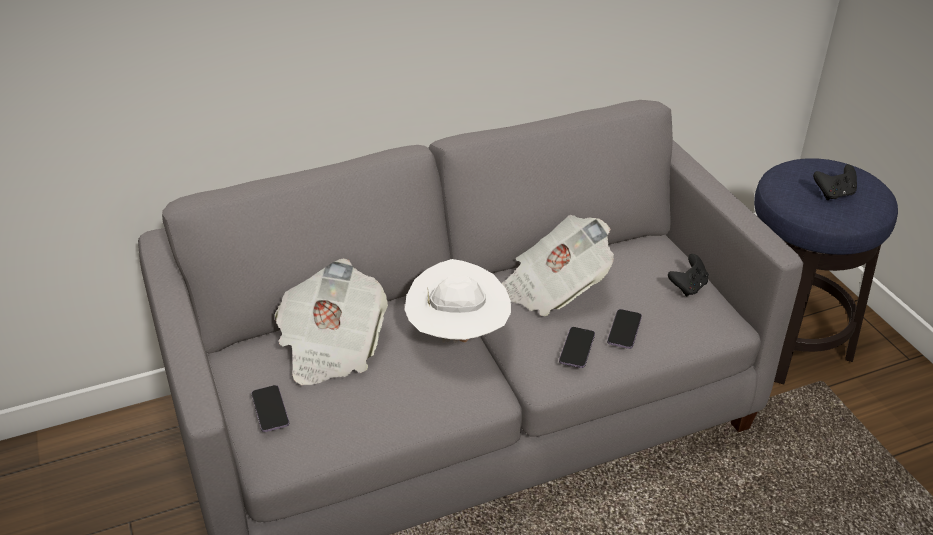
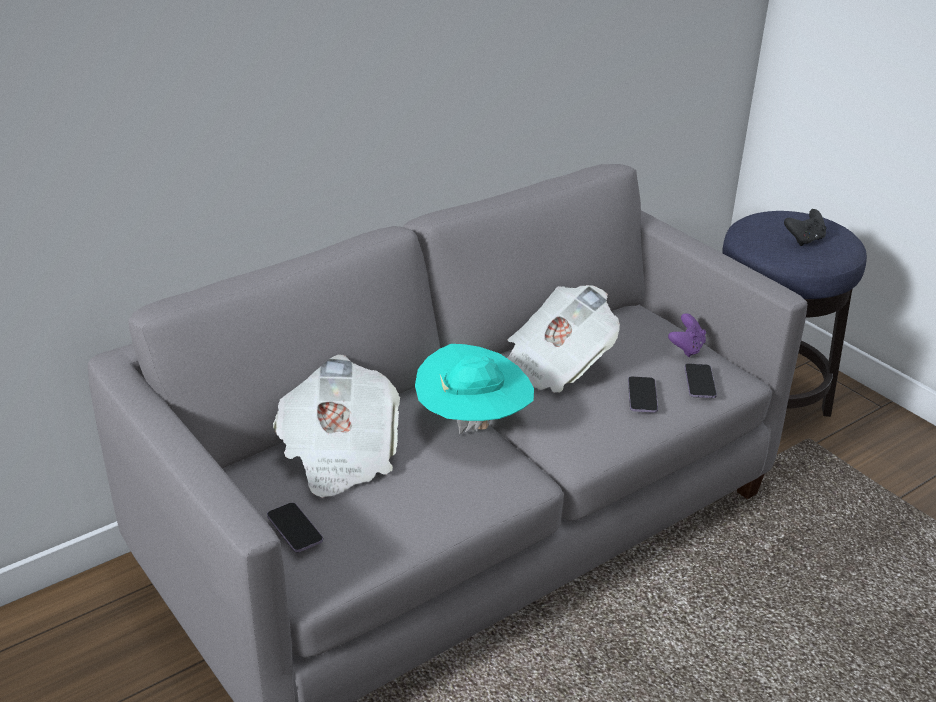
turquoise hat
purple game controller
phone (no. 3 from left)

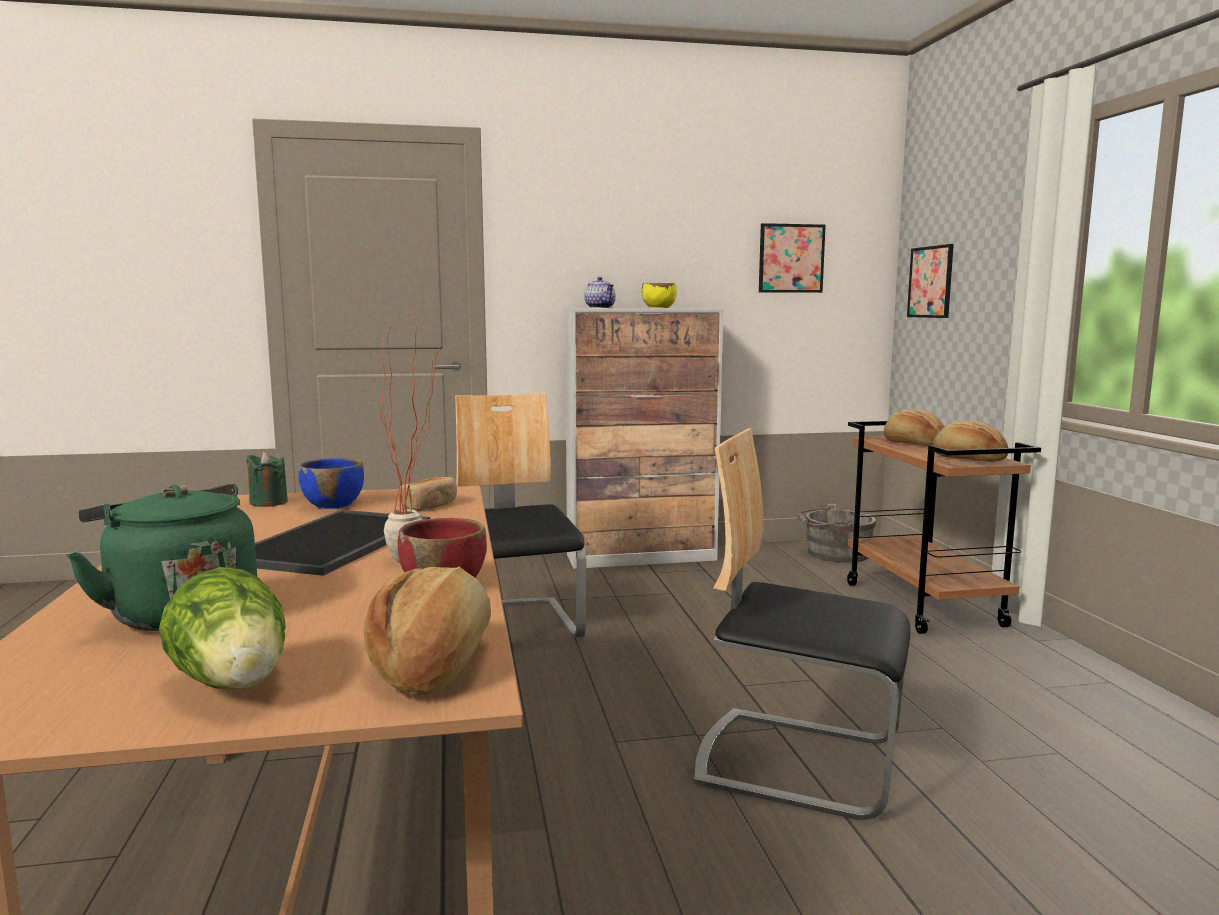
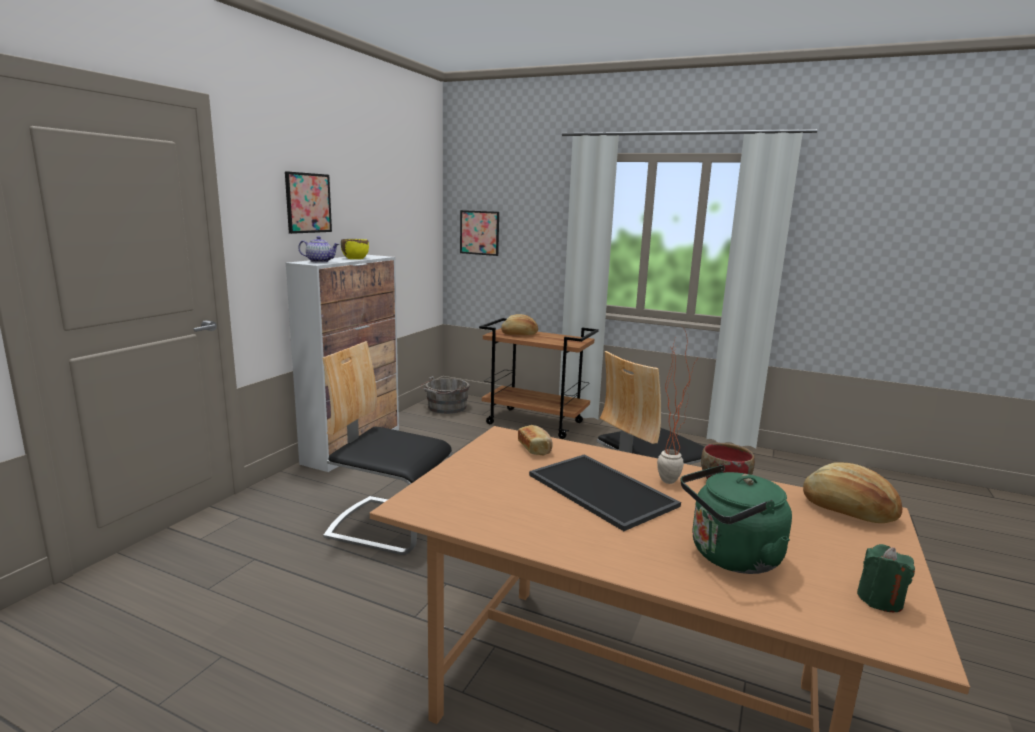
wall picture (no. 1 from left)
greenish wax candle
lettuce head
blue-coloured serving bowl
baked bread (no. 4 from left in the first image)

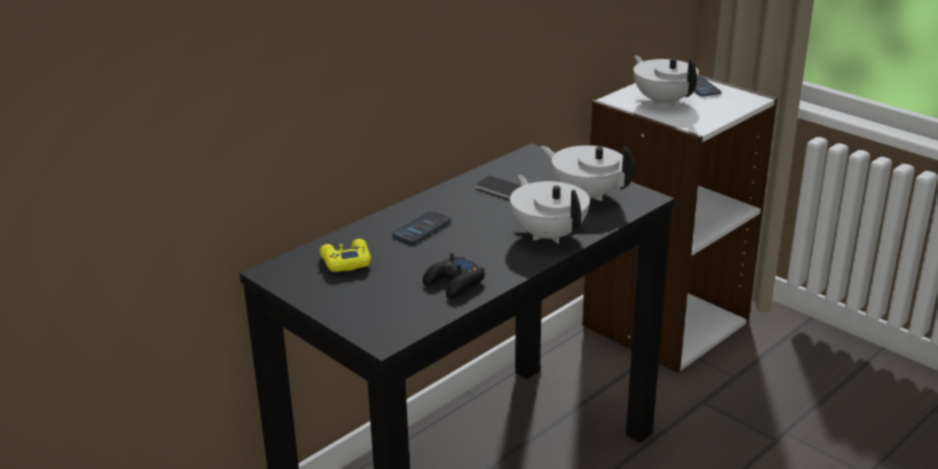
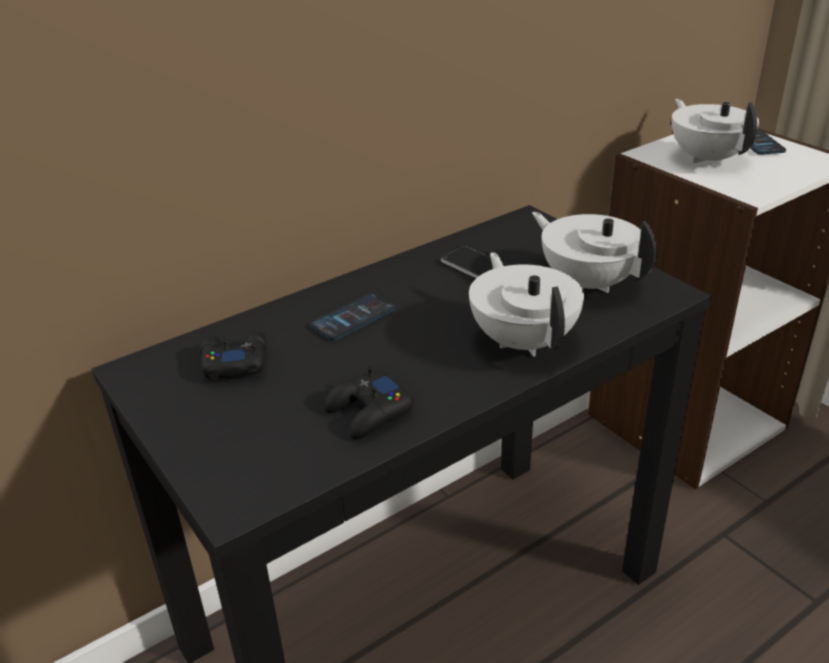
black-coloured game controller (no. 1 from left)

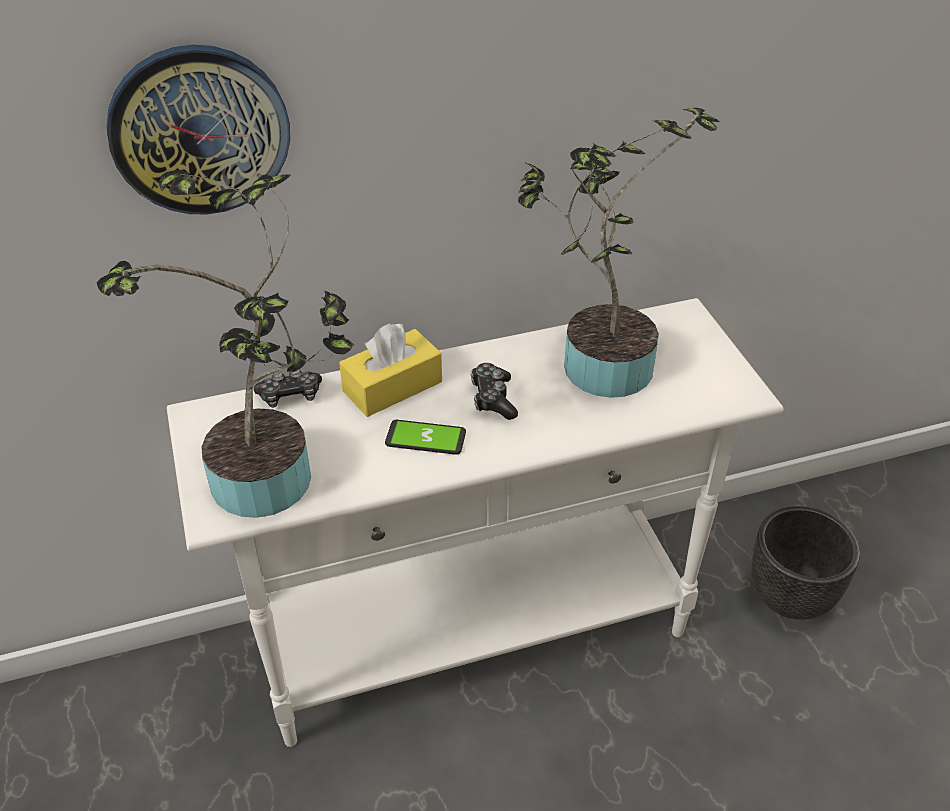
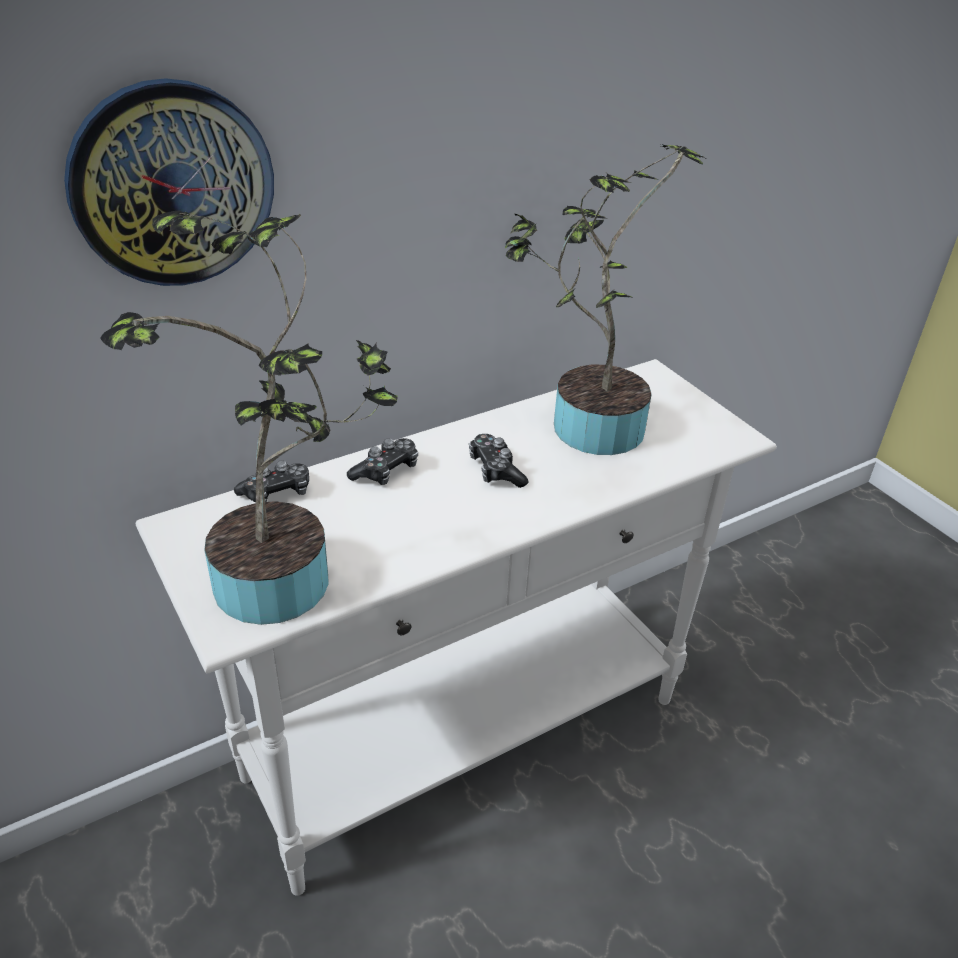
game controller (no. 2 from left)
phone
black-coloured planter

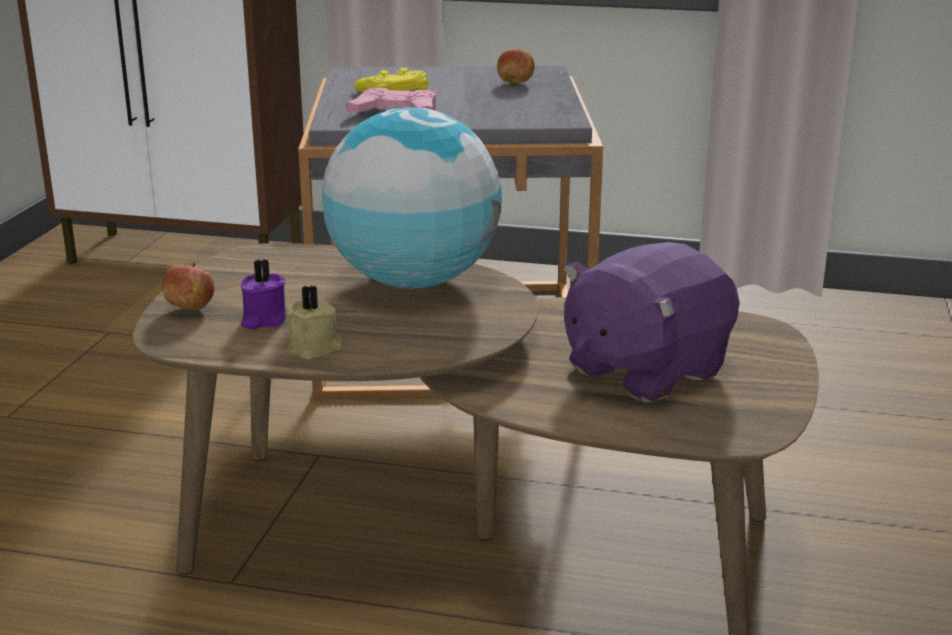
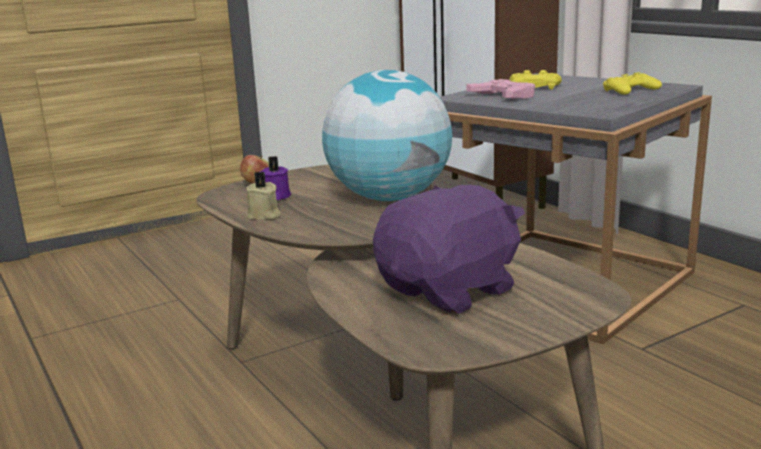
purple soft toy
yellow-coloured game controller (no. 2 from left)

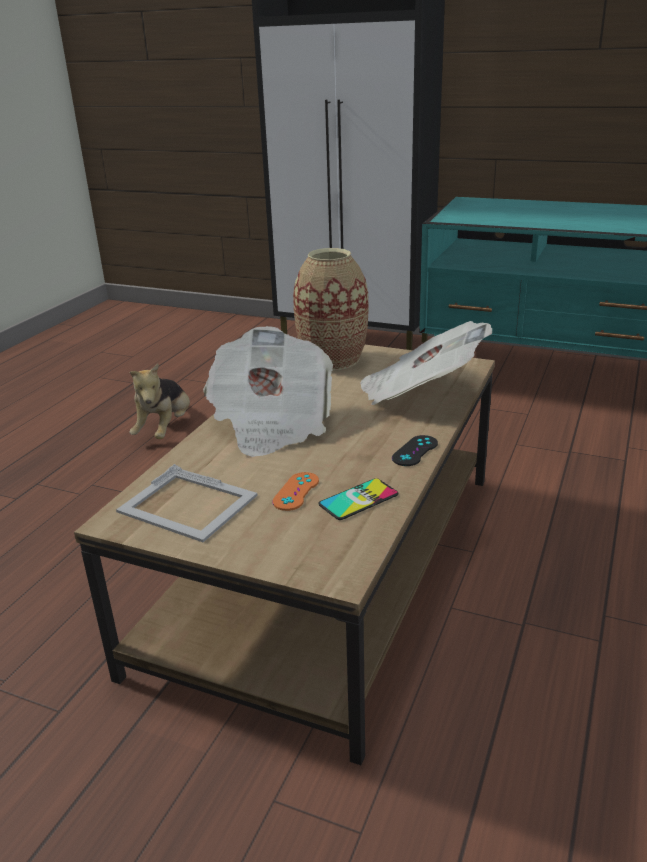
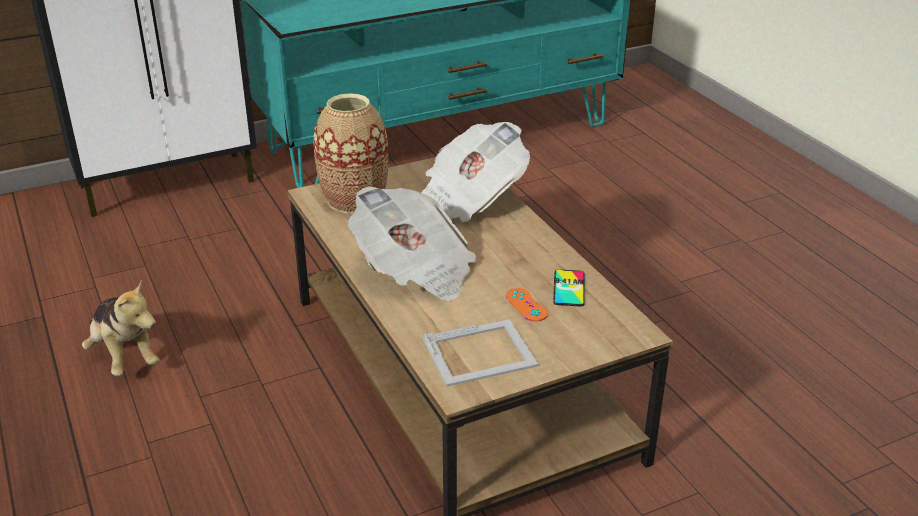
black-coloured game controller

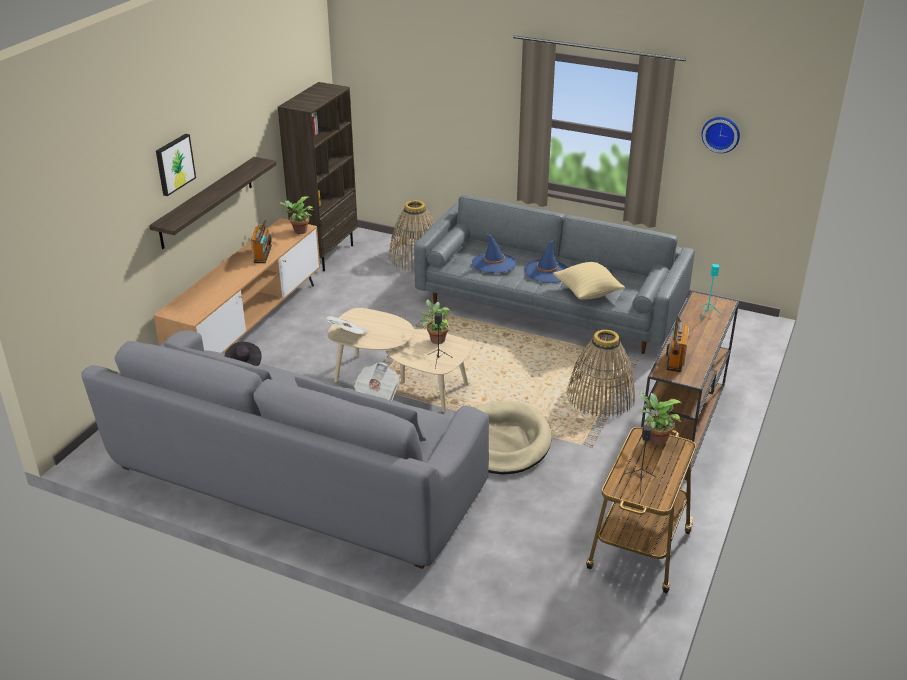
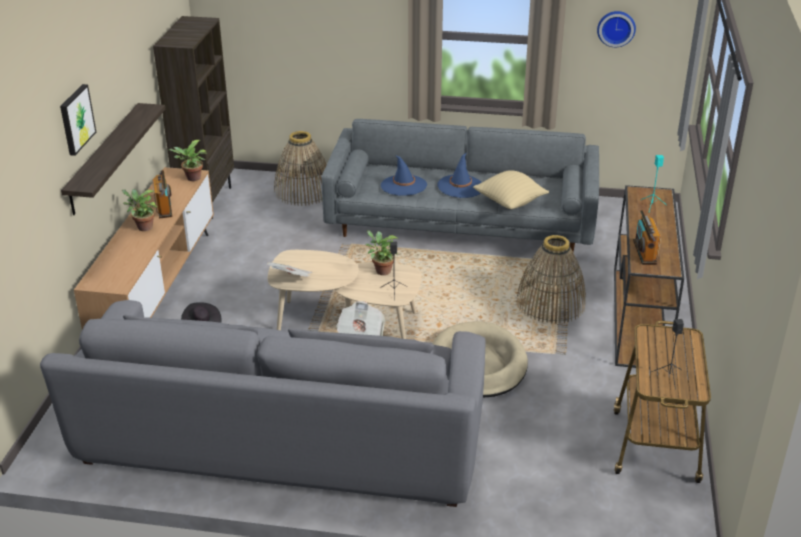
houseplant (no. 1 from left)

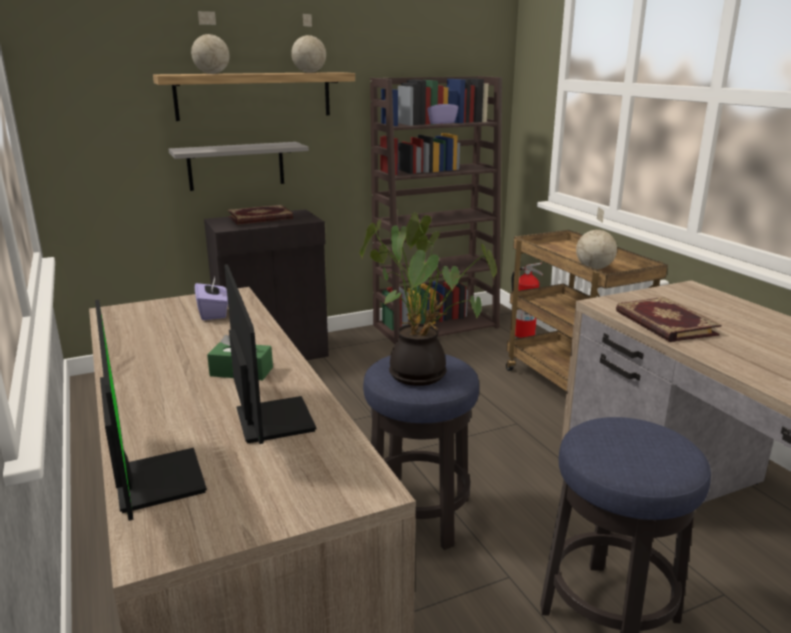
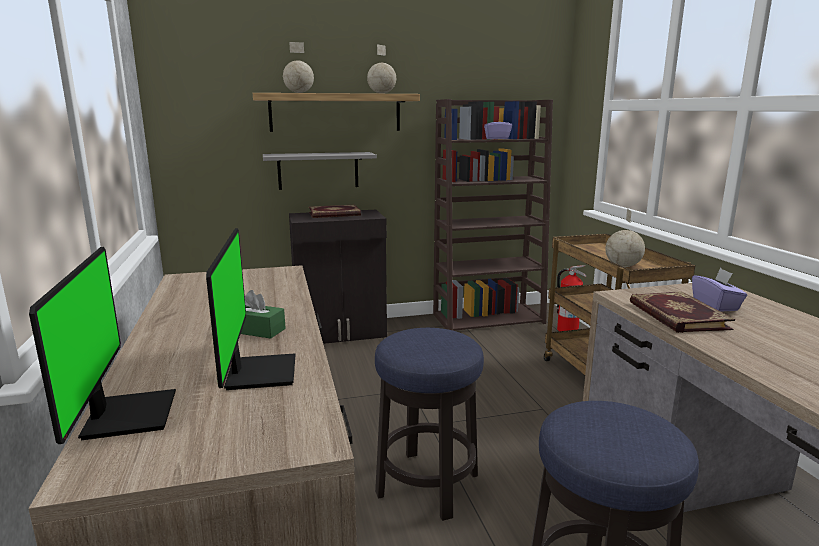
purple tissue box (no. 2 from left)
houseplant

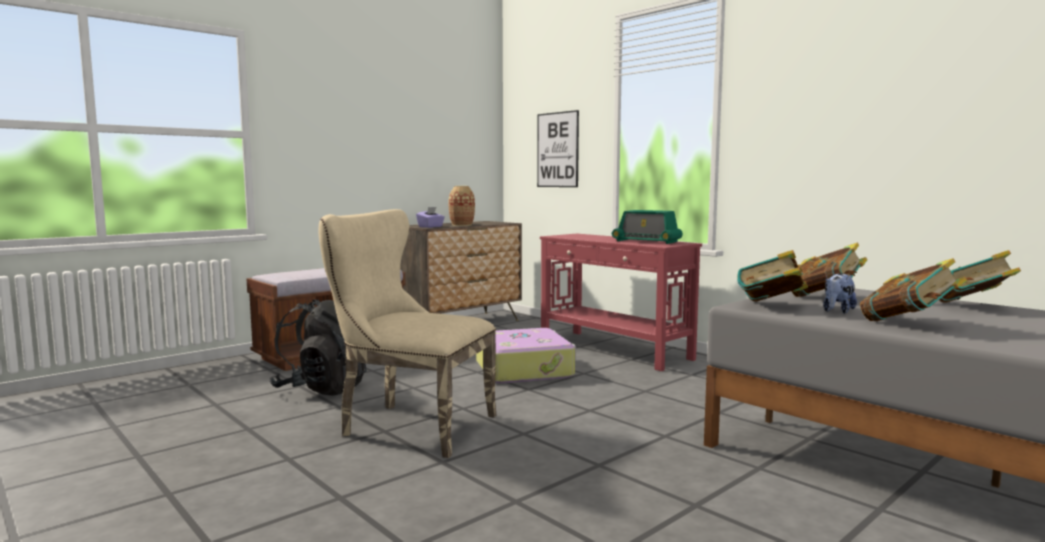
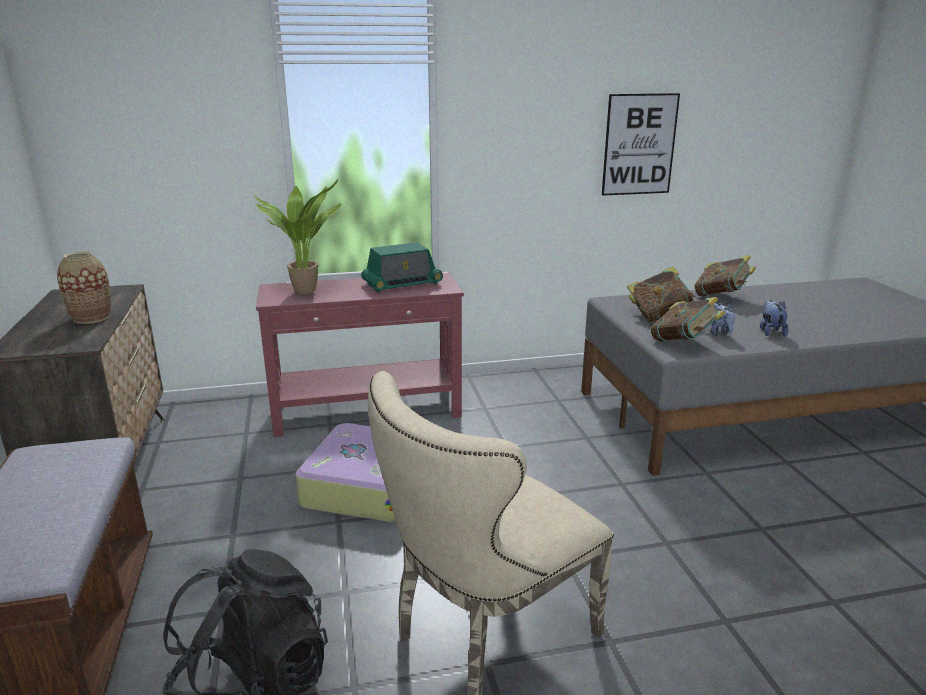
houseplant
wall picture
soft toy (no. 2 from left)
purple tissue box

